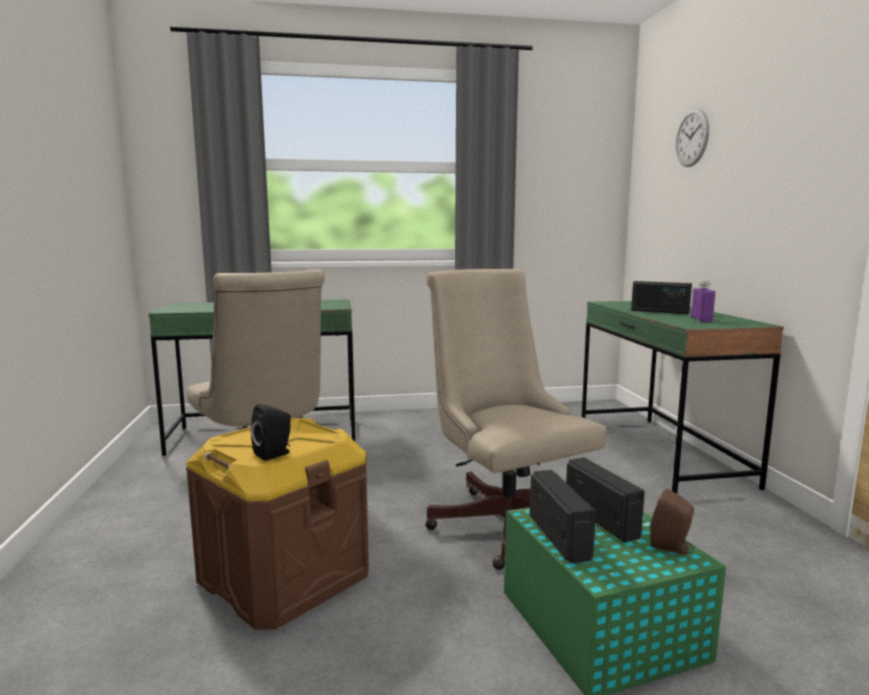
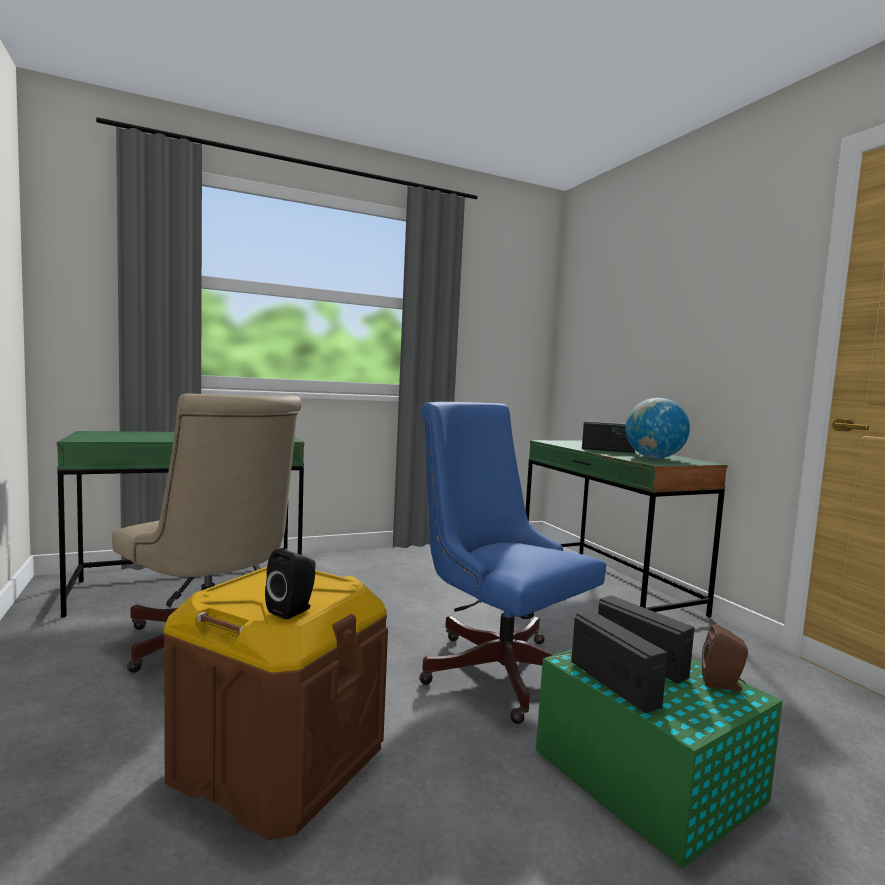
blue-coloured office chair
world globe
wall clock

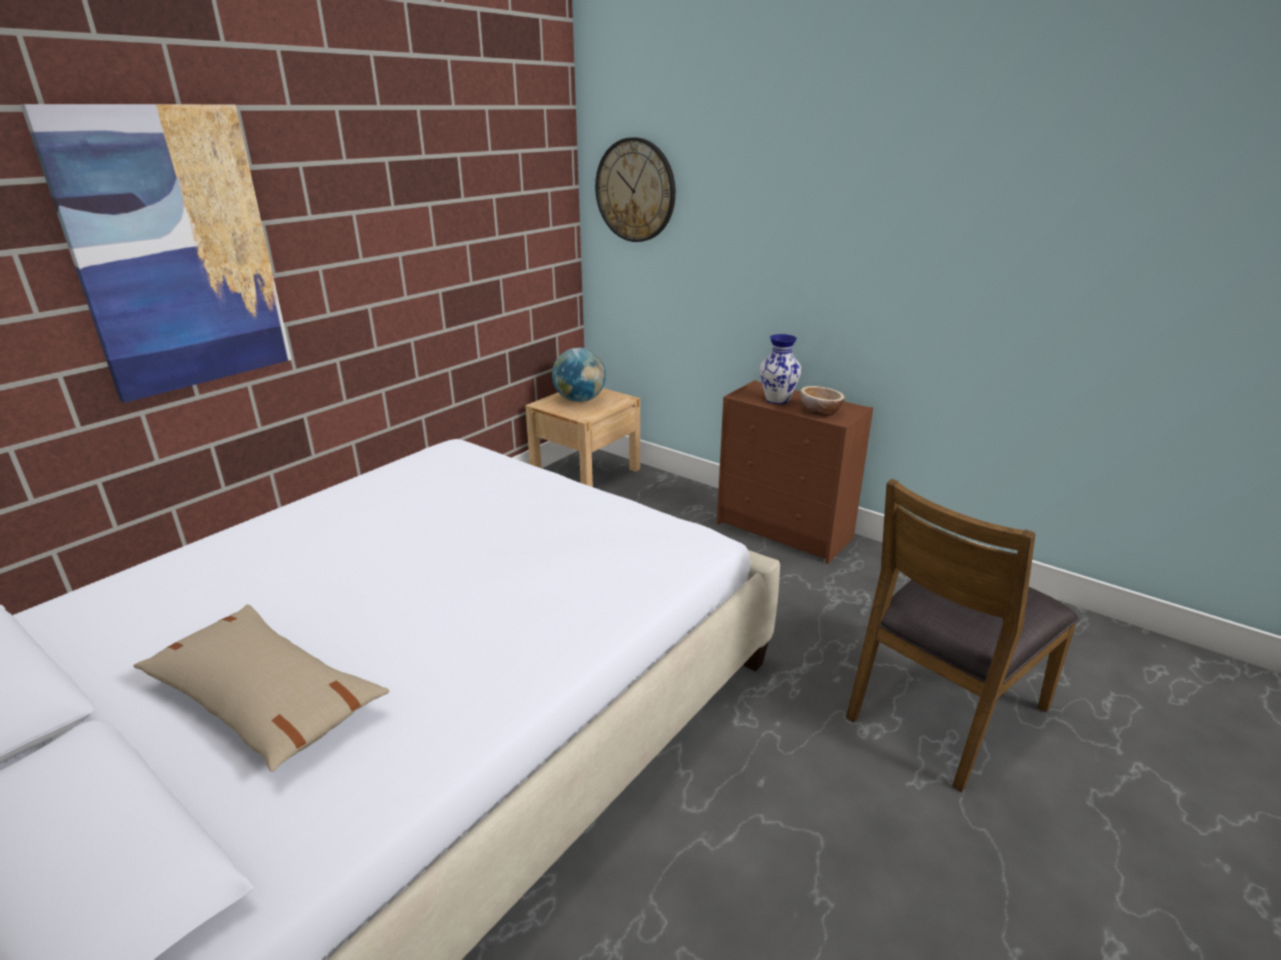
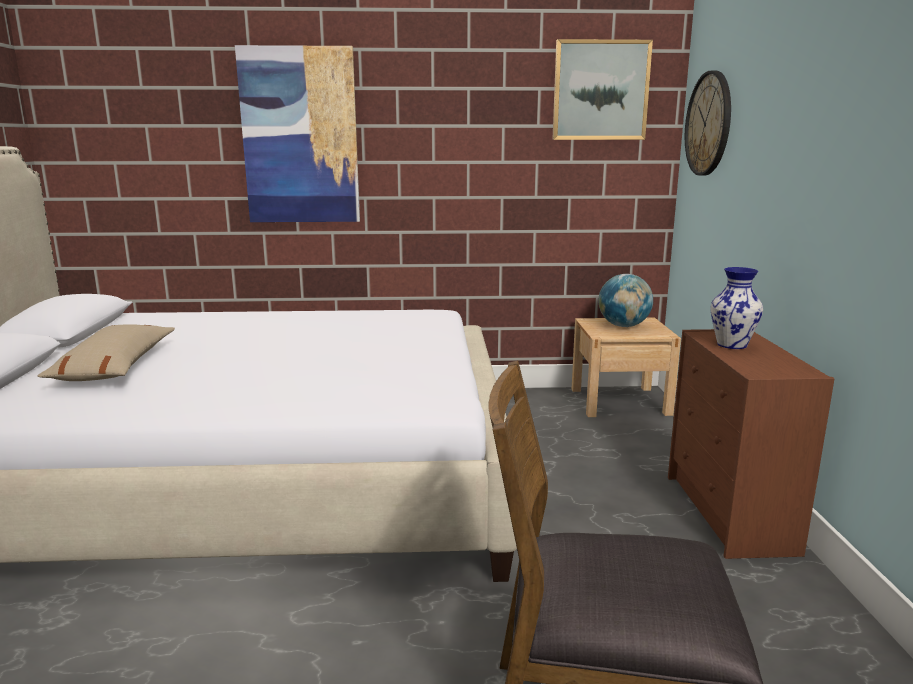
wall picture (no. 2 from left)
serving bowl

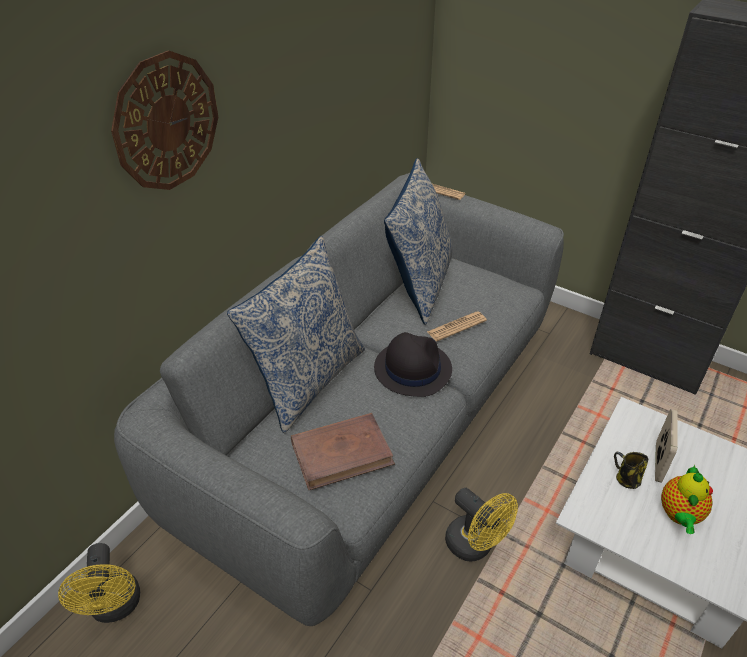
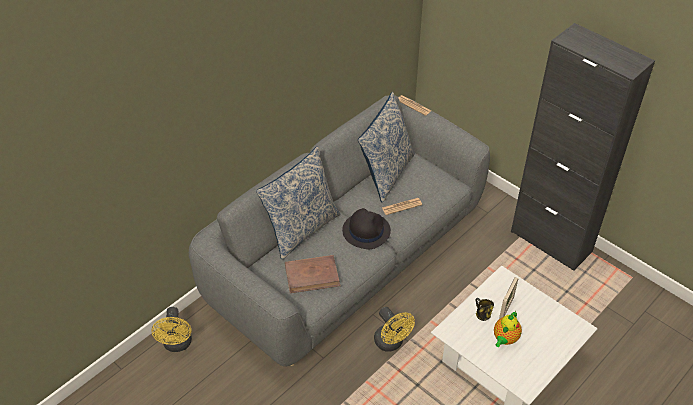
wall clock

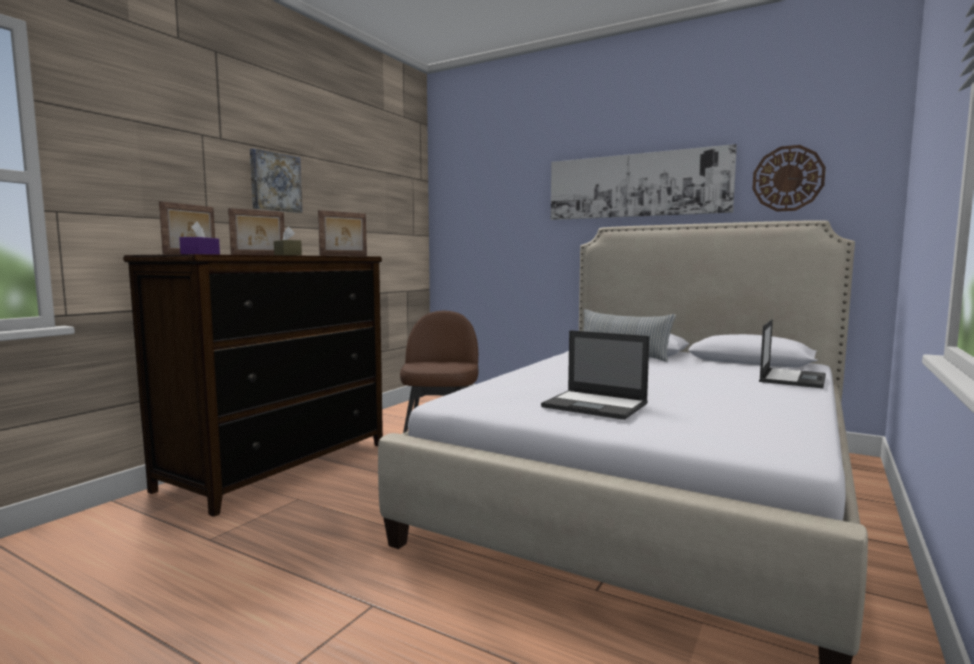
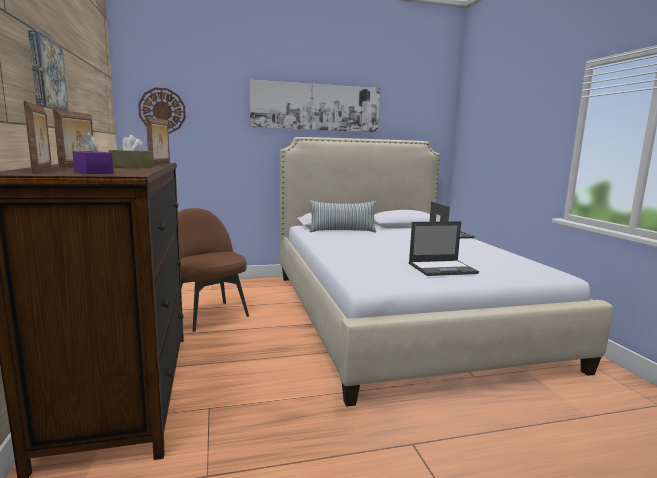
wall clock

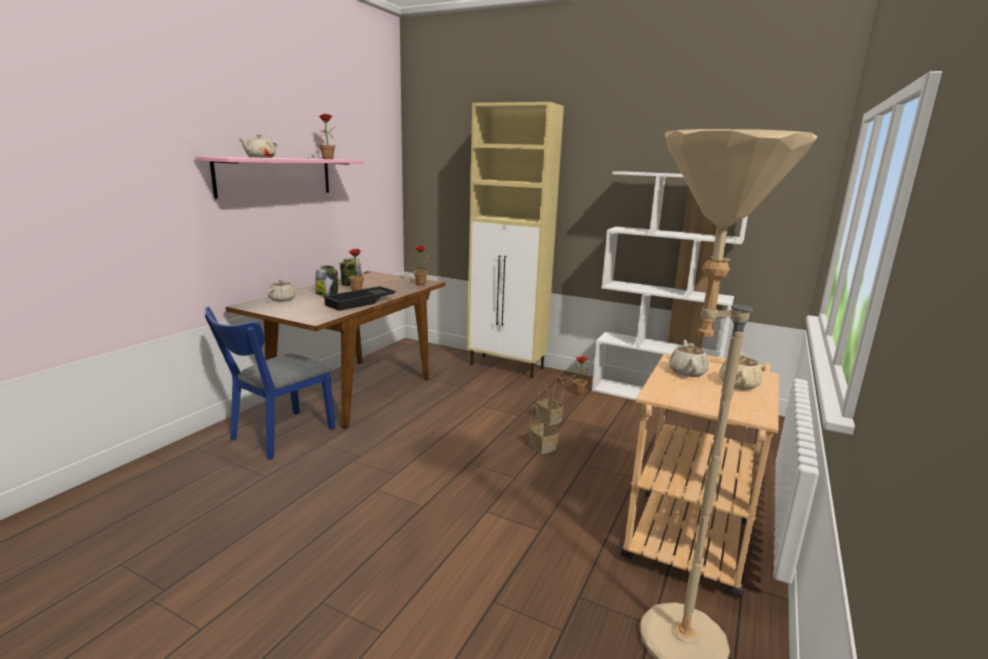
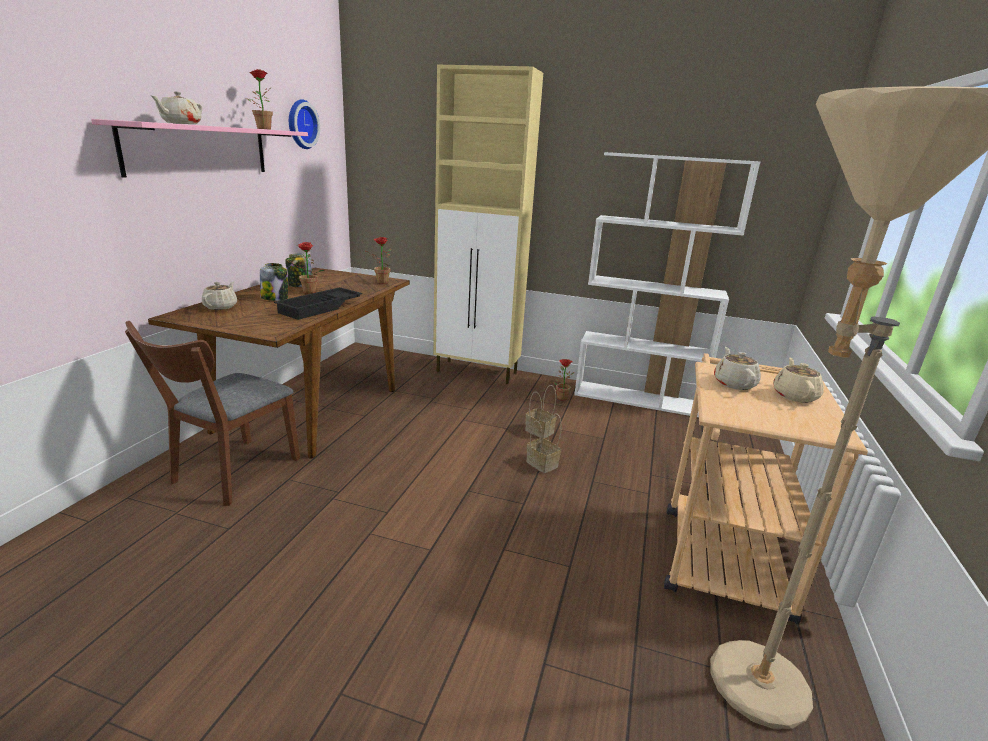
brown chair
wall clock

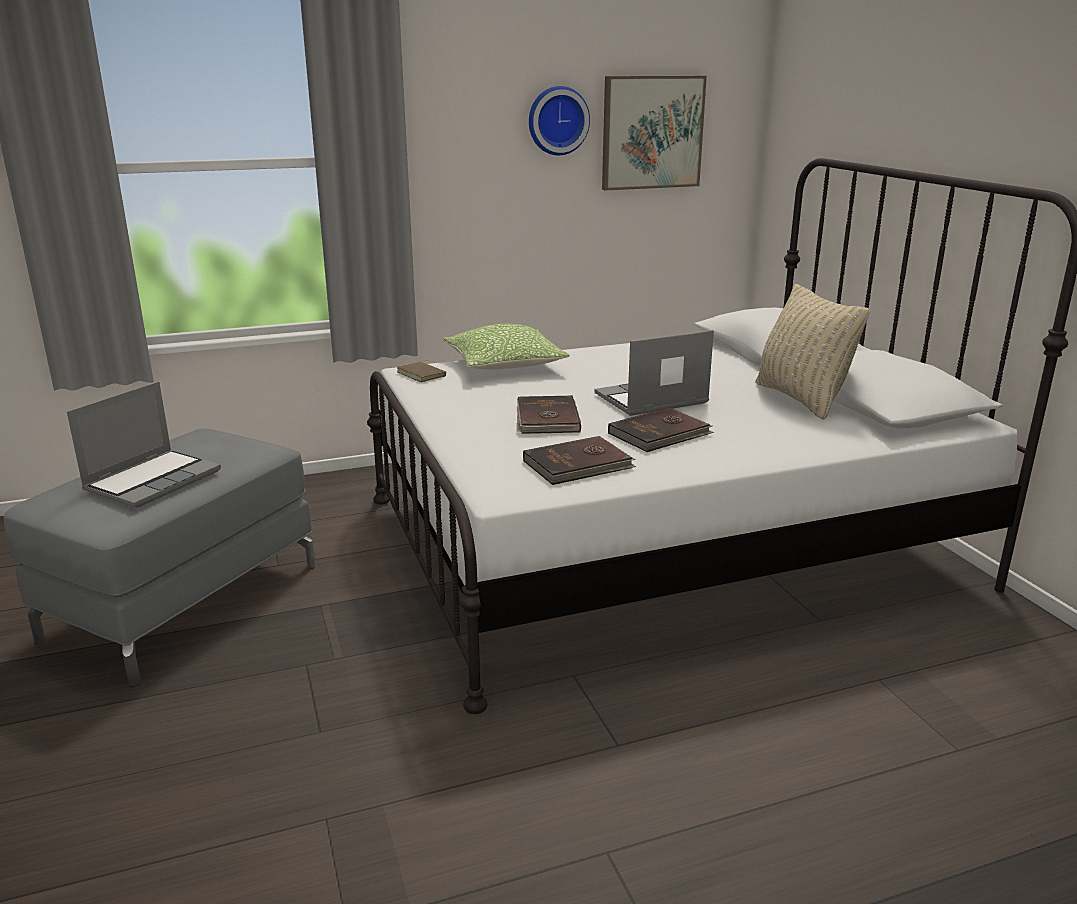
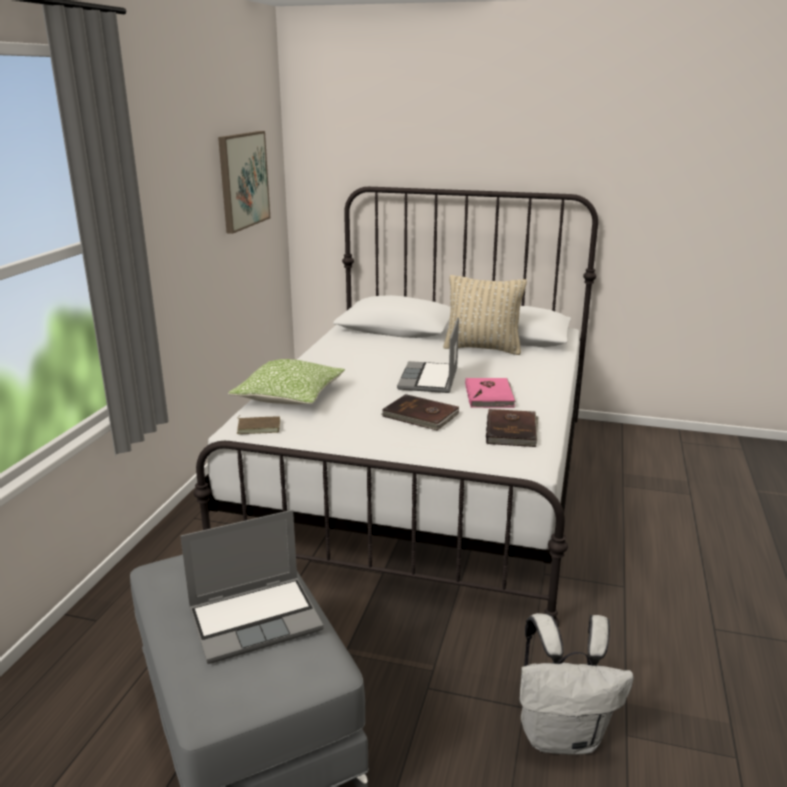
notebook computer (no. 1 from left)
pink-coloured volume
whitish rucksack
wall clock

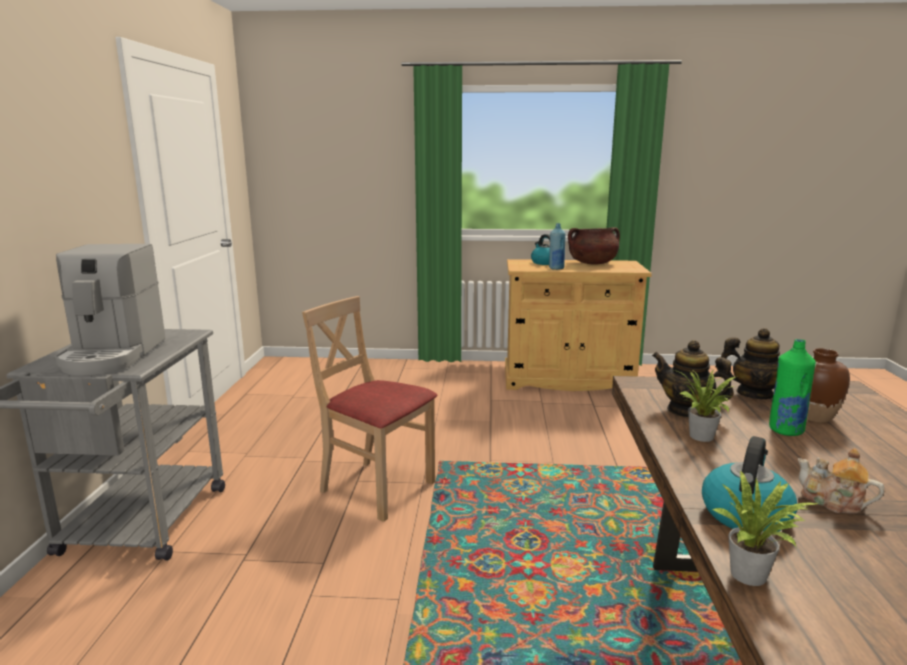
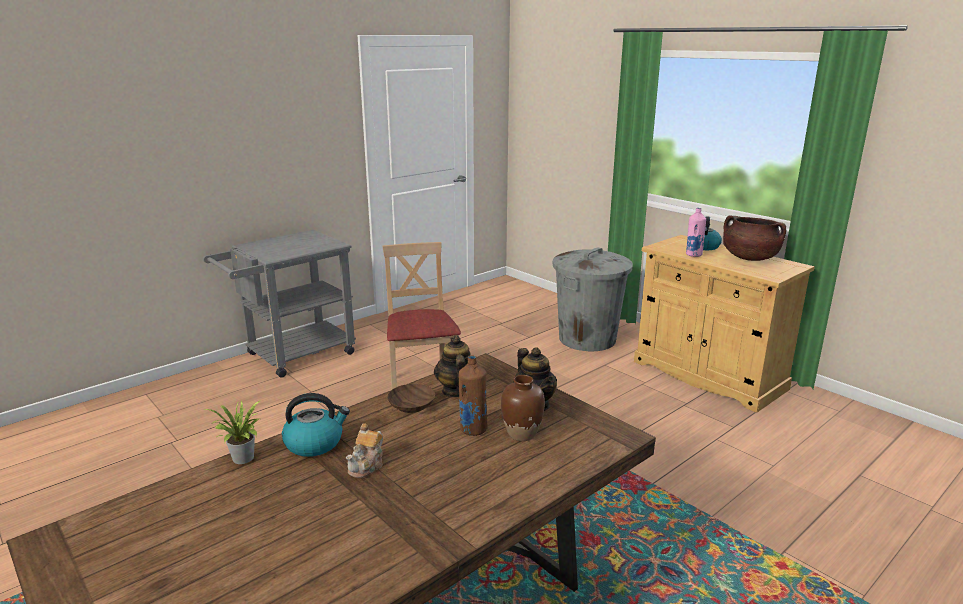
tea pot (no. 1 from left)
brown serving bowl
brown bottle
grey trash can
pink-coloured bottle
coffee maker

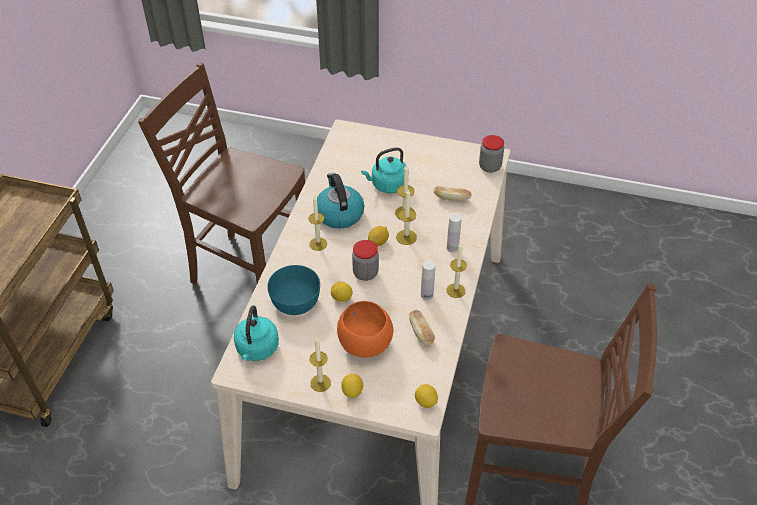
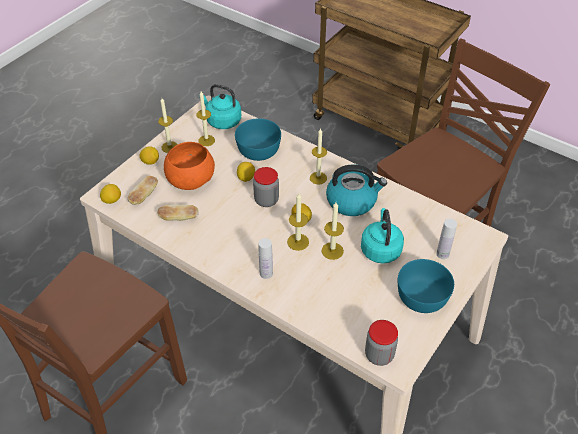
baked bread (no. 1 from left)
wax candle (no. 2 from left)
turquoise serving bowl (no. 2 from left)
whitish bottle (no. 2 from left)

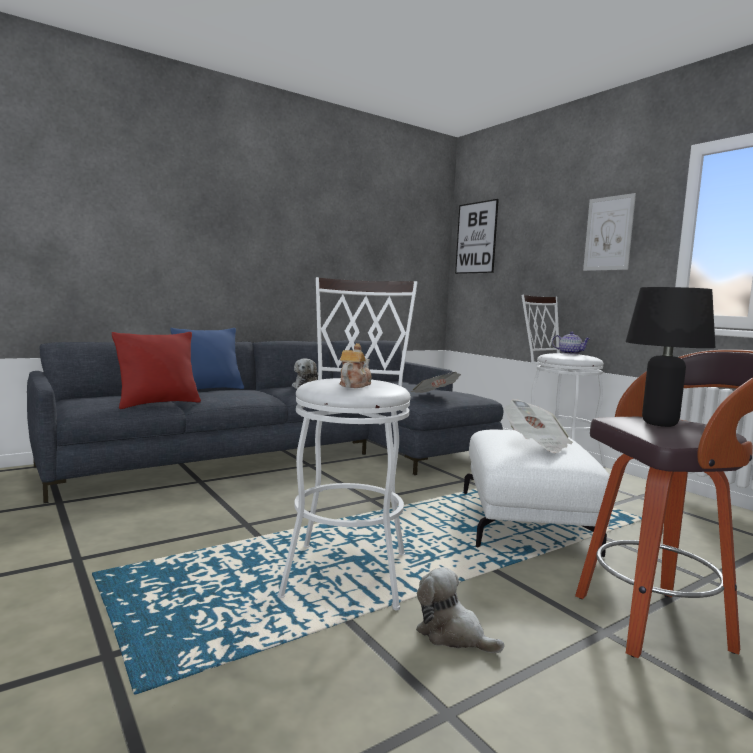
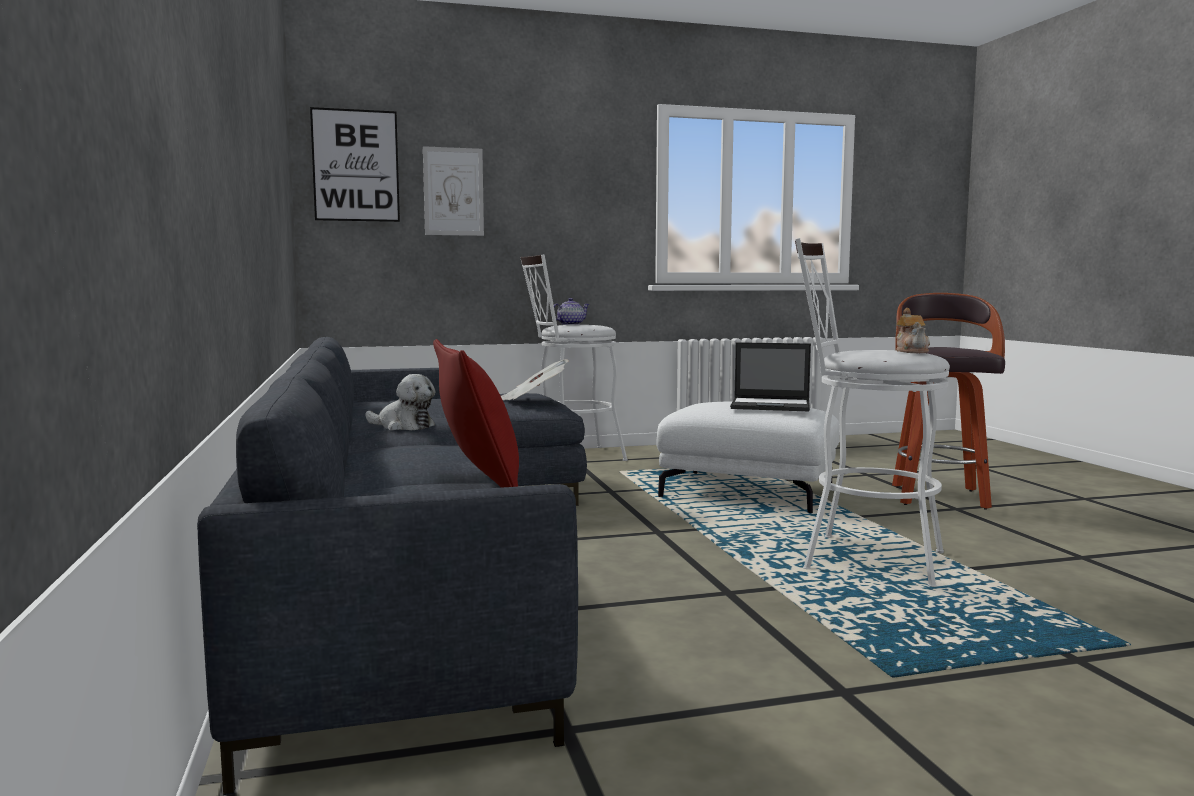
wall picture (no. 2 from left)
notebook computer
tea pot (no. 2 from left)
blue-coloured throw pillow
soft toy (no. 2 from left in the first image)
black-coloured tabletop lamp

